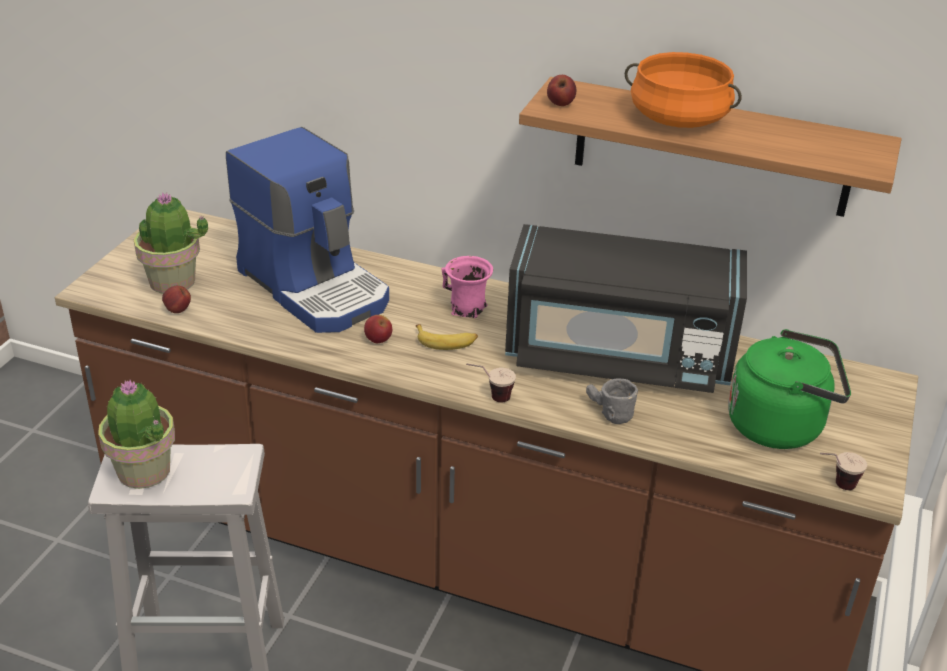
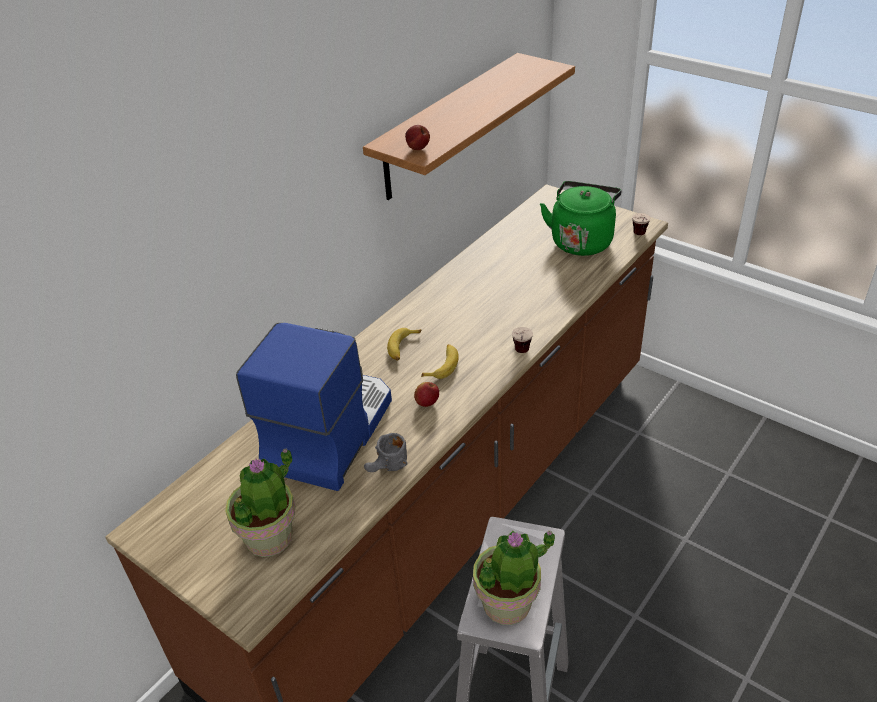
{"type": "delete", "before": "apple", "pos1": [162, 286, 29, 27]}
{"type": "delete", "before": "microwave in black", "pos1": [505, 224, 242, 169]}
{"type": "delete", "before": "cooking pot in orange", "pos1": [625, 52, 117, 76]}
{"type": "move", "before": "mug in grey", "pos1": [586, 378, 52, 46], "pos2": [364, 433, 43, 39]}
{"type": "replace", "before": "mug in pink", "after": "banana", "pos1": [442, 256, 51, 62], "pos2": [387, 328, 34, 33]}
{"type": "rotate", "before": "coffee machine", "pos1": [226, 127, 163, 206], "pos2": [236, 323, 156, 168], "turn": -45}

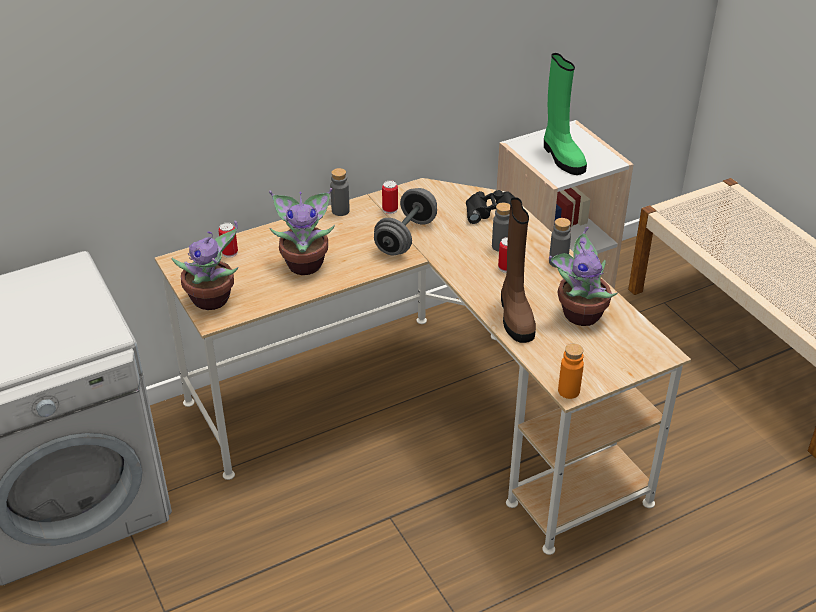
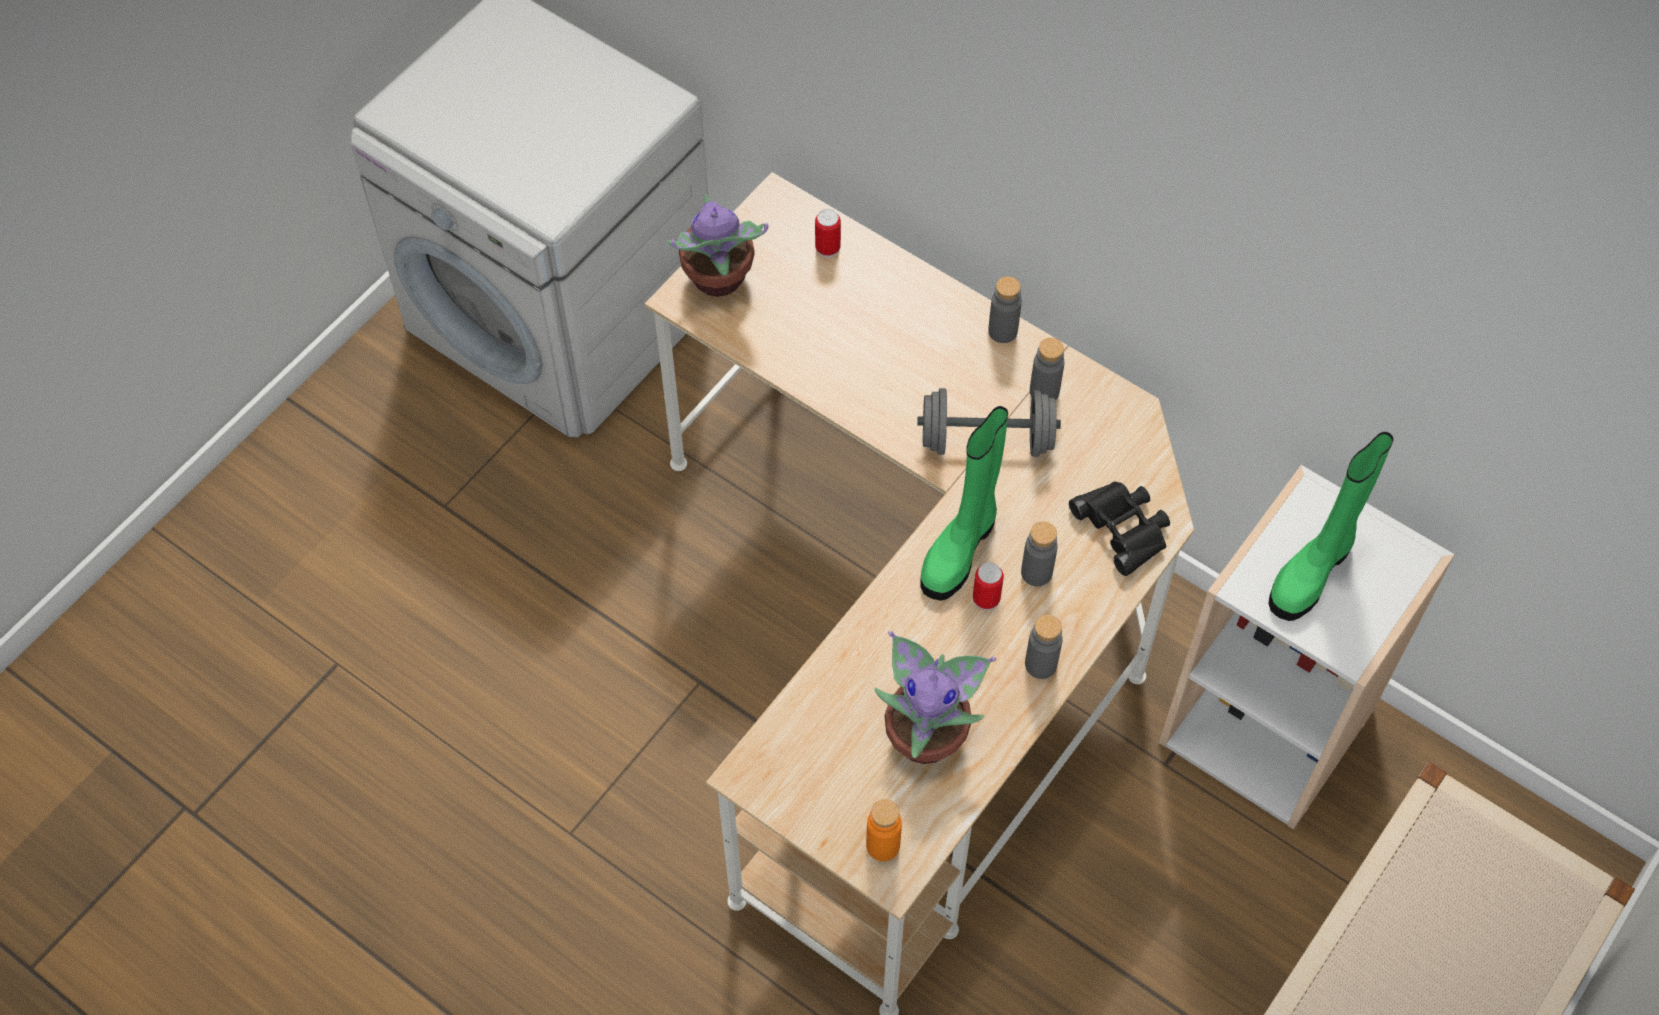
{"type": "delete", "before": "potted plant", "pos1": [269, 188, 66, 87]}
{"type": "delete", "before": "boot in brown", "pos1": [501, 197, 35, 146]}
{"type": "insert", "after": "boot in green", "pos2": [920, 406, 88, 195]}
{"type": "move", "before": "bottle in orange", "pos1": [558, 344, 26, 55], "pos2": [866, 799, 36, 62]}
{"type": "replace", "before": "can", "after": "bottle in grey", "pos1": [382, 180, 16, 34], "pos2": [1030, 338, 34, 62]}

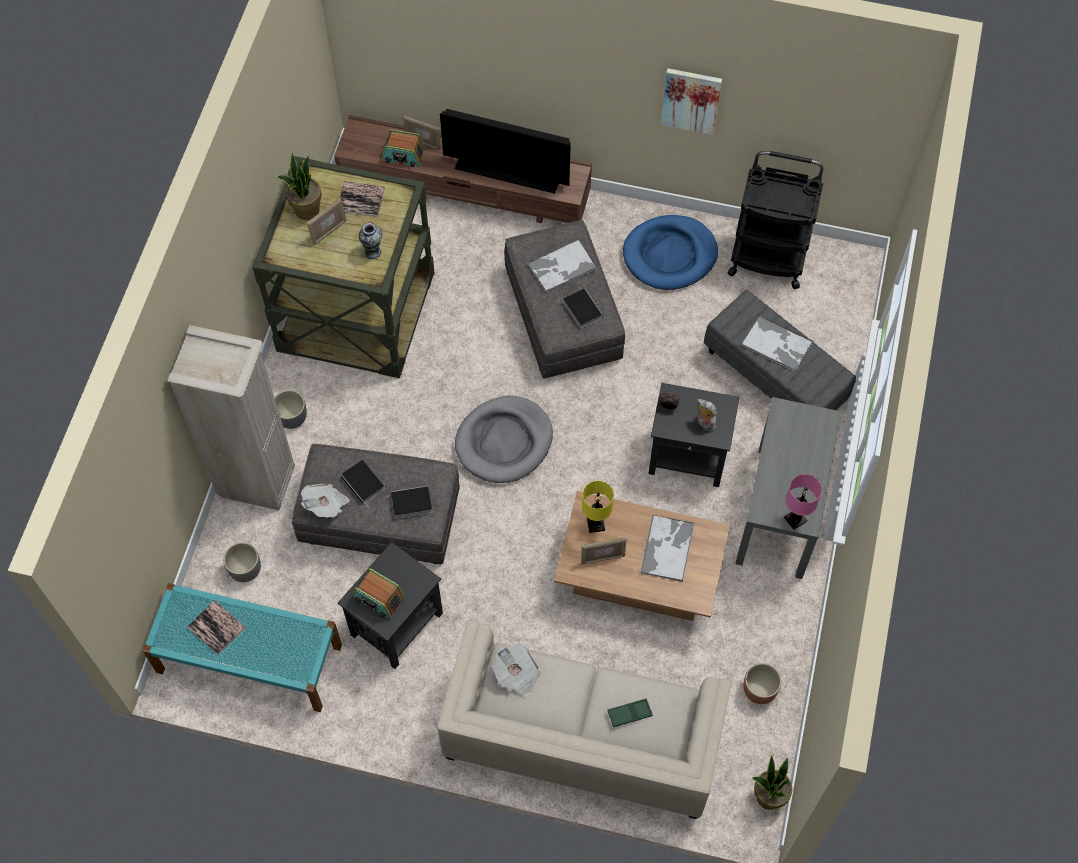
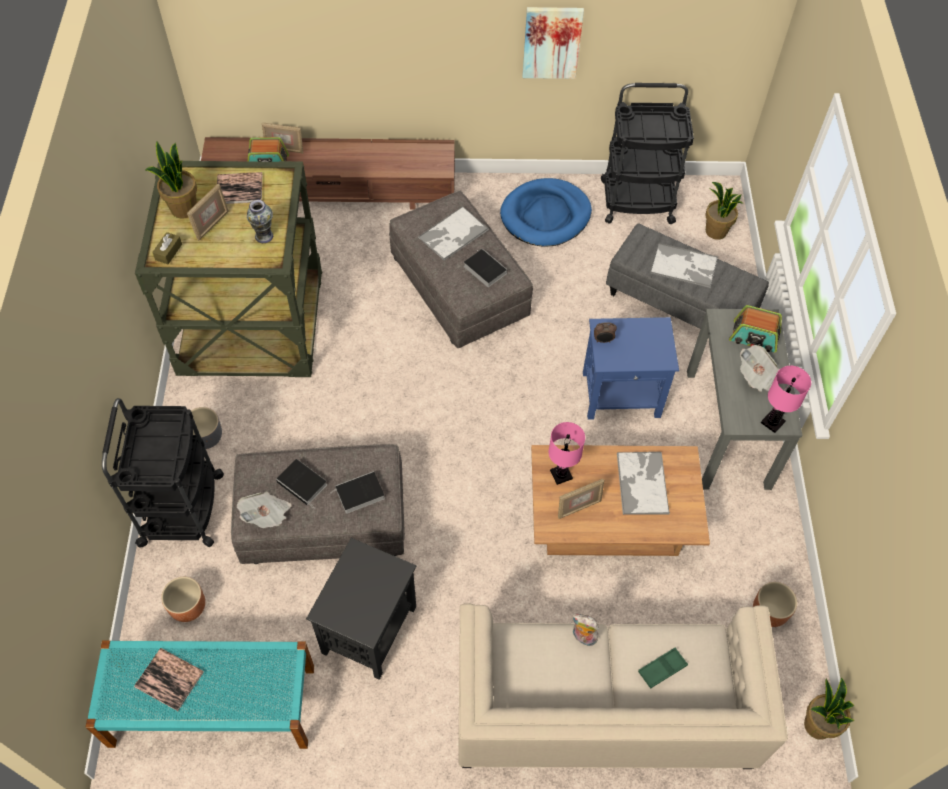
{"type": "delete", "before": "television", "pos1": [440, 109, 130, 85]}
{"type": "delete", "before": "dog bed in grey", "pos1": [455, 396, 98, 87]}
{"type": "insert", "after": "tissue box in brown", "pos2": [152, 232, 30, 32]}
{"type": "insert", "after": "potted plant", "pos2": [705, 182, 38, 58]}
{"type": "move", "before": "radio", "pos1": [352, 568, 54, 51], "pos2": [729, 305, 53, 47]}
{"type": "move", "before": "newspaper", "pos1": [493, 644, 48, 53], "pos2": [740, 345, 40, 47]}
{"type": "move", "before": "plush toy", "pos1": [697, 399, 20, 32], "pos2": [572, 614, 27, 32]}
{"type": "replace", "before": "cabinet in beige", "after": "cart in black", "pos1": [167, 325, 128, 185], "pos2": [102, 398, 122, 149]}
{"type": "recolor", "before": "planter in grey", "after": "planter in brown", "pos1": [223, 542, 38, 40], "pos2": [161, 577, 44, 45]}
{"type": "recolor", "before": "table lamp in yellow", "after": "table lamp in pink", "pos1": [582, 481, 32, 52], "pos2": [549, 422, 36, 63]}
{"type": "recolor", "before": "side table in black", "after": "side table in blue", "pos1": [648, 383, 91, 104], "pos2": [583, 317, 96, 103]}

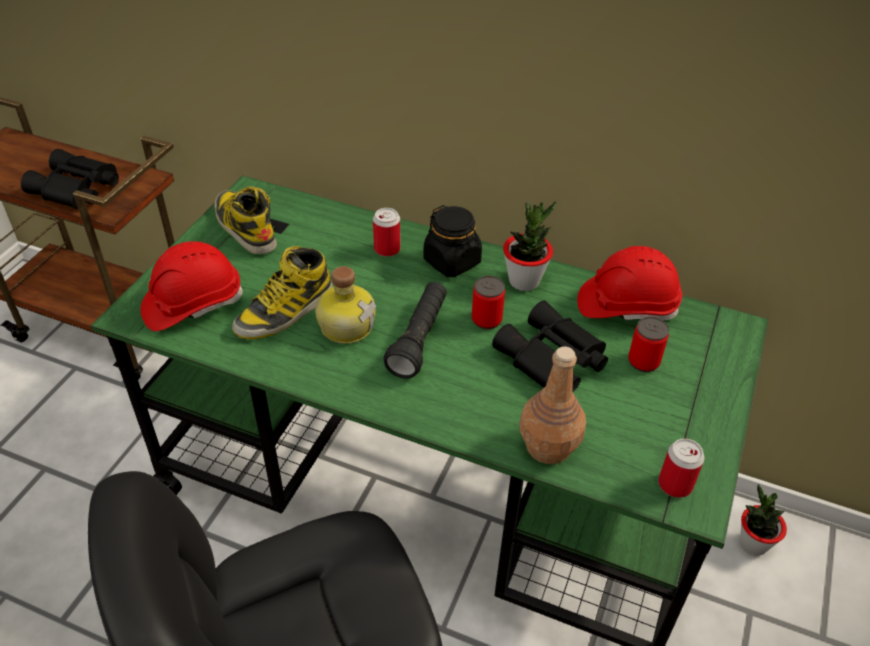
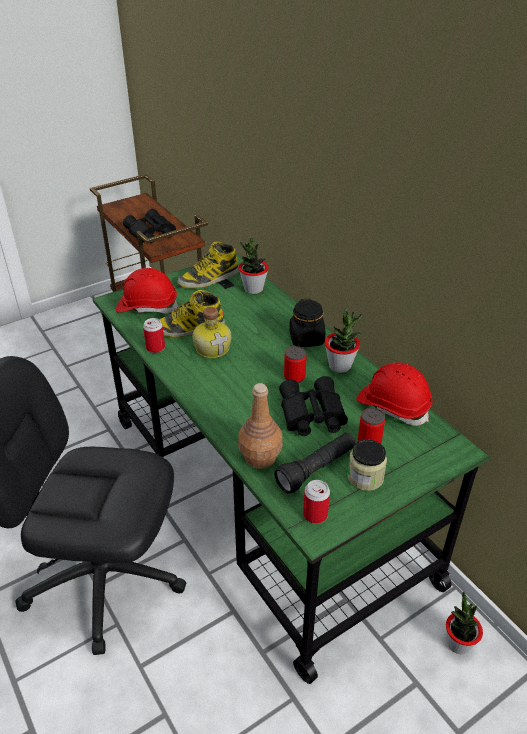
{"type": "insert", "after": "potted plant", "pos2": [238, 238, 31, 56]}
{"type": "insert", "after": "jar", "pos2": [347, 439, 40, 52]}
{"type": "move", "before": "can", "pos1": [373, 208, 28, 49], "pos2": [143, 318, 22, 35]}
{"type": "move", "before": "flashlight in black", "pos1": [384, 282, 63, 97], "pos2": [274, 432, 82, 62]}
{"type": "rotate", "before": "boot", "pos1": [215, 186, 62, 68], "pos2": [177, 242, 62, 46], "turn": -120}

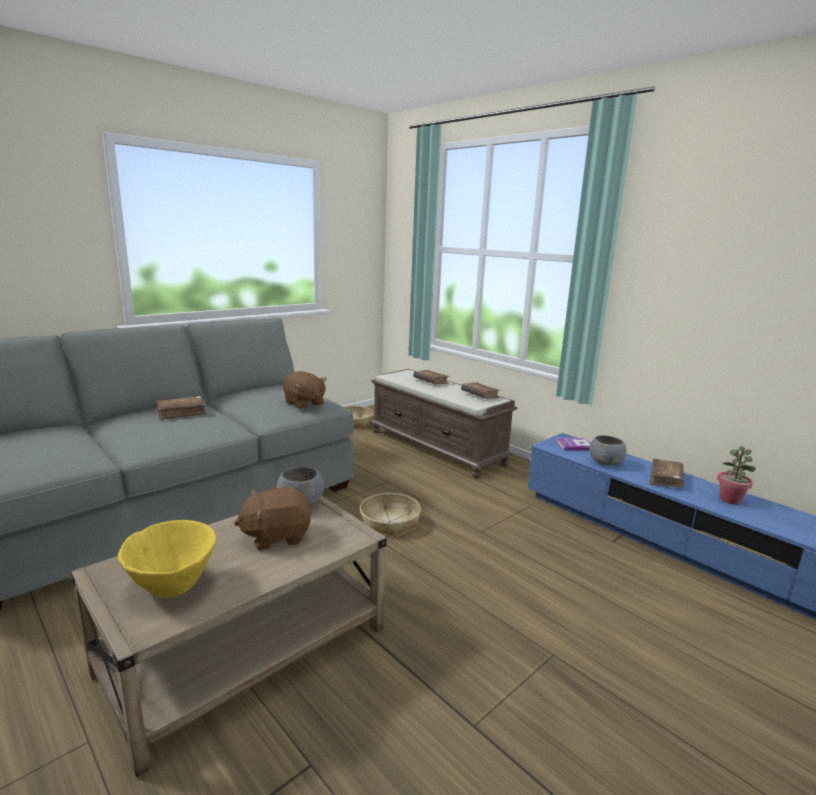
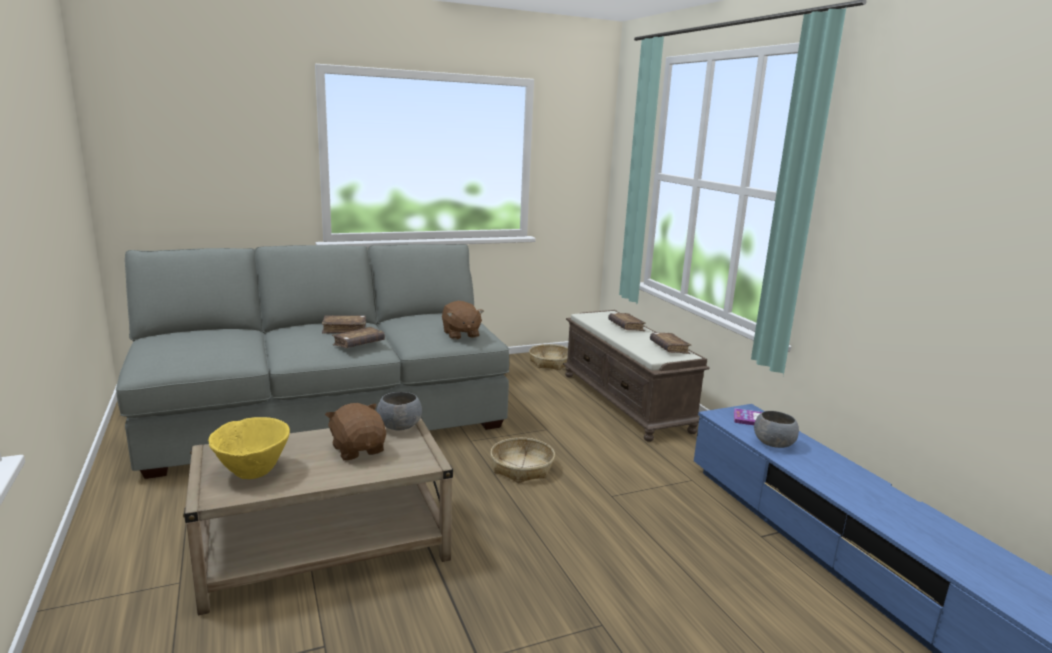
{"type": "delete", "before": "potted plant", "pos1": [717, 446, 39, 59]}
{"type": "move", "before": "book in brown", "pos1": [650, 459, 34, 28], "pos2": [332, 327, 53, 21]}
{"type": "rotate", "before": "plush toy in brown", "pos1": [234, 487, 77, 64], "pos2": [325, 403, 61, 57], "turn": 60}

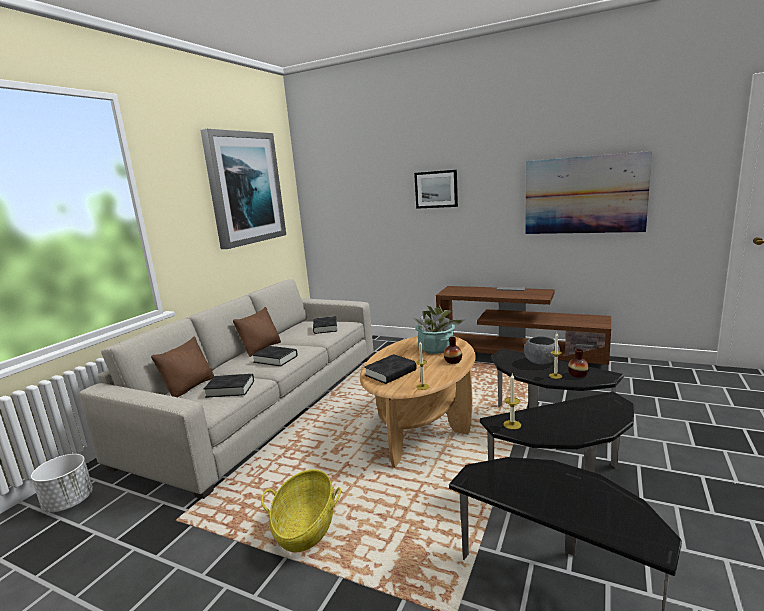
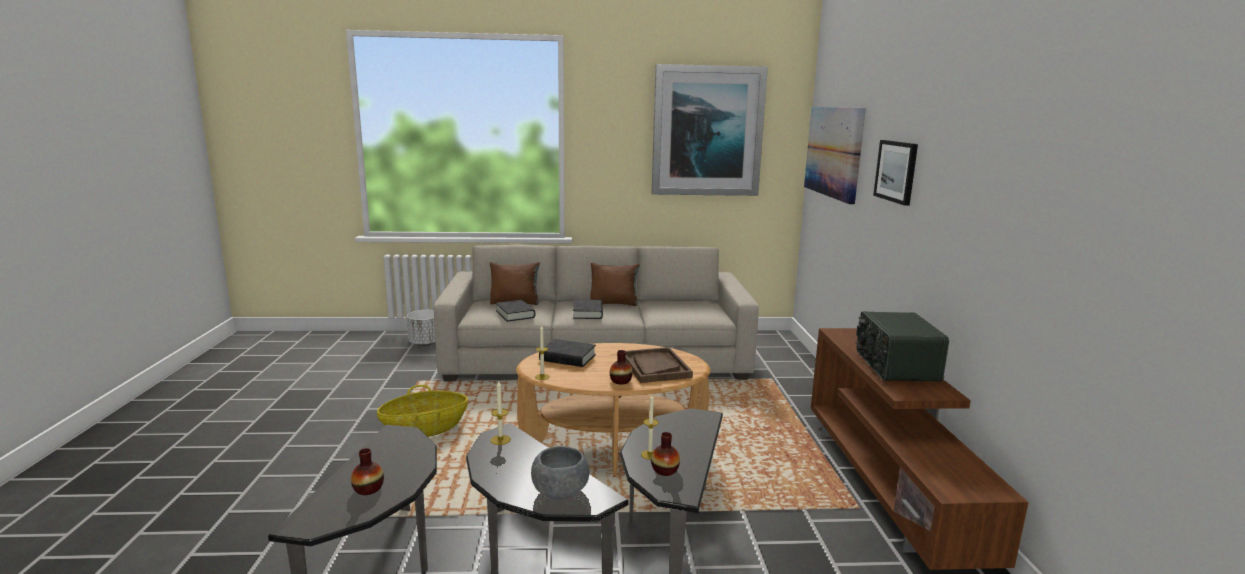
{"type": "delete", "before": "book in black", "pos1": [313, 316, 24, 18]}
{"type": "insert", "after": "vase", "pos2": [351, 448, 33, 47]}
{"type": "insert", "after": "radio", "pos2": [856, 311, 93, 71]}
{"type": "move", "before": "bowl in grey", "pos1": [524, 336, 36, 29], "pos2": [531, 446, 58, 53]}
{"type": "move", "before": "picture", "pos1": [525, 151, 127, 83], "pos2": [804, 107, 62, 98]}
{"type": "replace", "before": "potted plant", "after": "tray in brown", "pos1": [413, 305, 53, 49], "pos2": [625, 347, 68, 36]}

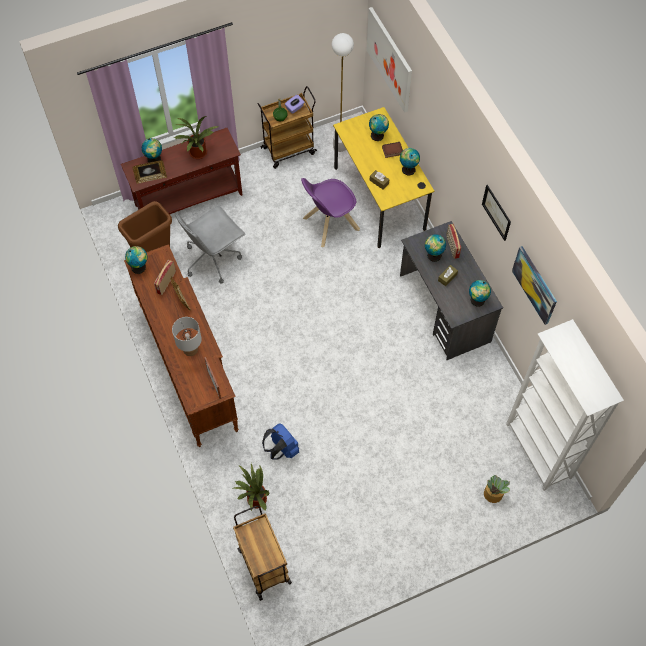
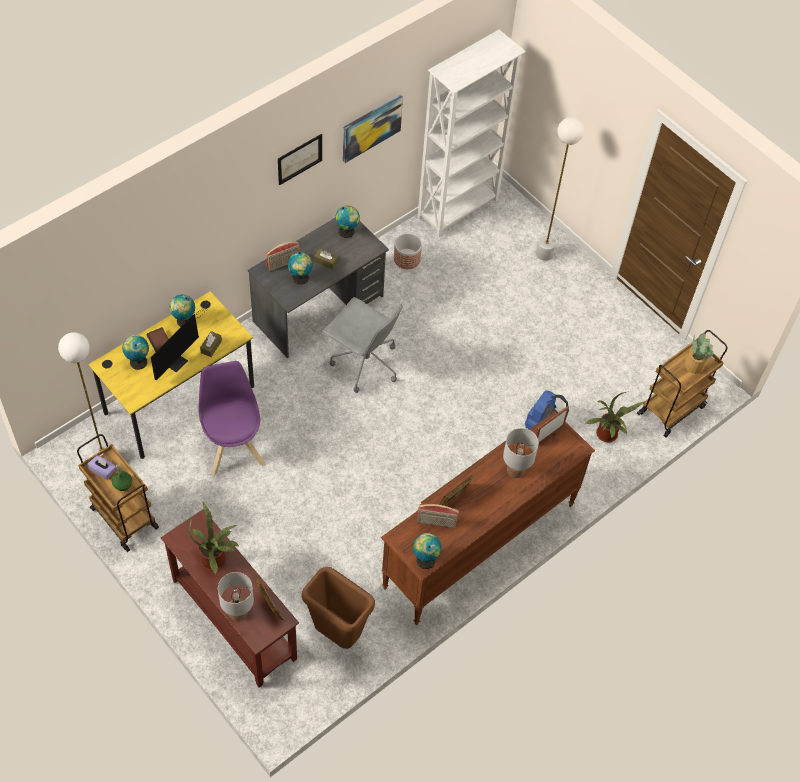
{"type": "delete", "before": "picture", "pos1": [367, 7, 45, 106]}
{"type": "insert", "after": "monitor", "pos2": [151, 311, 52, 69]}
{"type": "insert", "after": "planter", "pos2": [394, 233, 28, 36]}
{"type": "insert", "after": "floor lamp in white", "pos2": [536, 117, 48, 144]}
{"type": "move", "before": "office chair in grey", "pos1": [176, 205, 69, 78], "pos2": [322, 297, 81, 96]}
{"type": "move", "before": "potted plant", "pos1": [484, 475, 26, 28], "pos2": [685, 333, 28, 41]}
{"type": "replace", "before": "globe", "after": "table lamp in grey", "pos1": [142, 138, 20, 25], "pos2": [218, 572, 36, 49]}
{"type": "rotate", "before": "chair in purple", "pos1": [301, 178, 59, 69], "pos2": [198, 361, 67, 115], "turn": -150}

